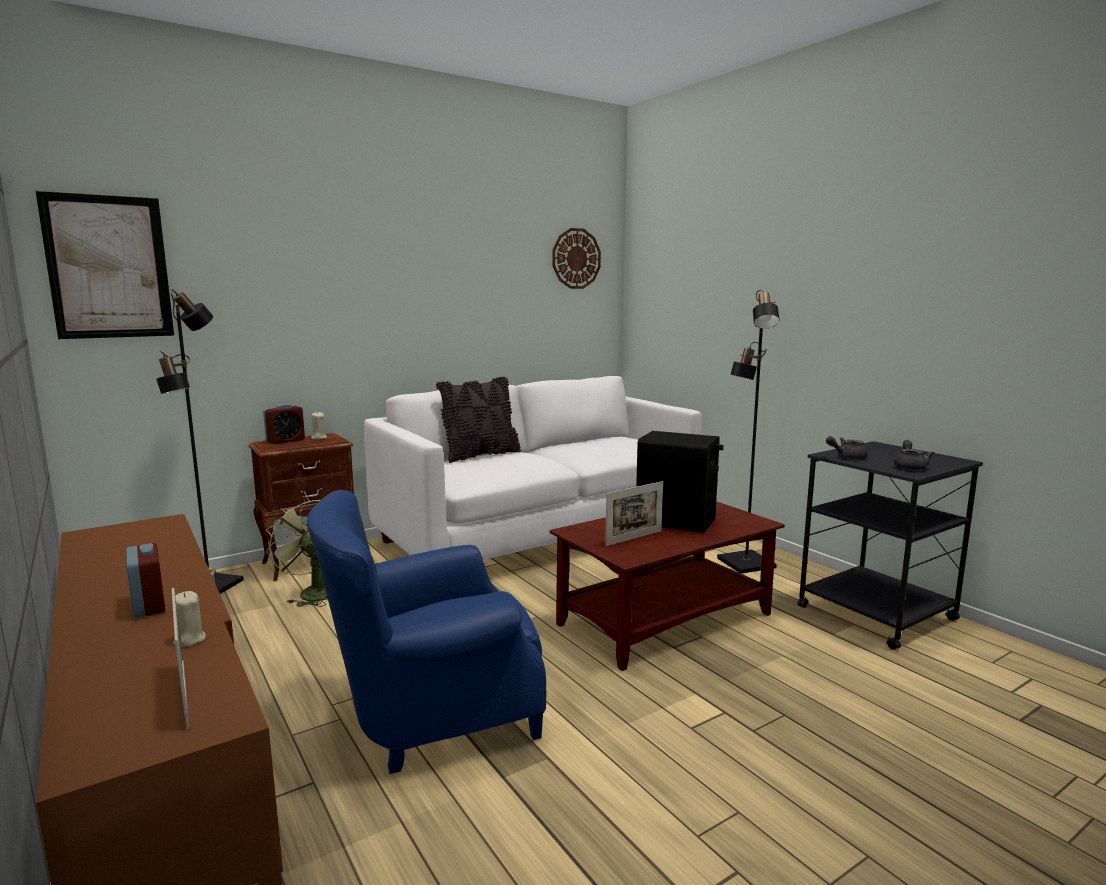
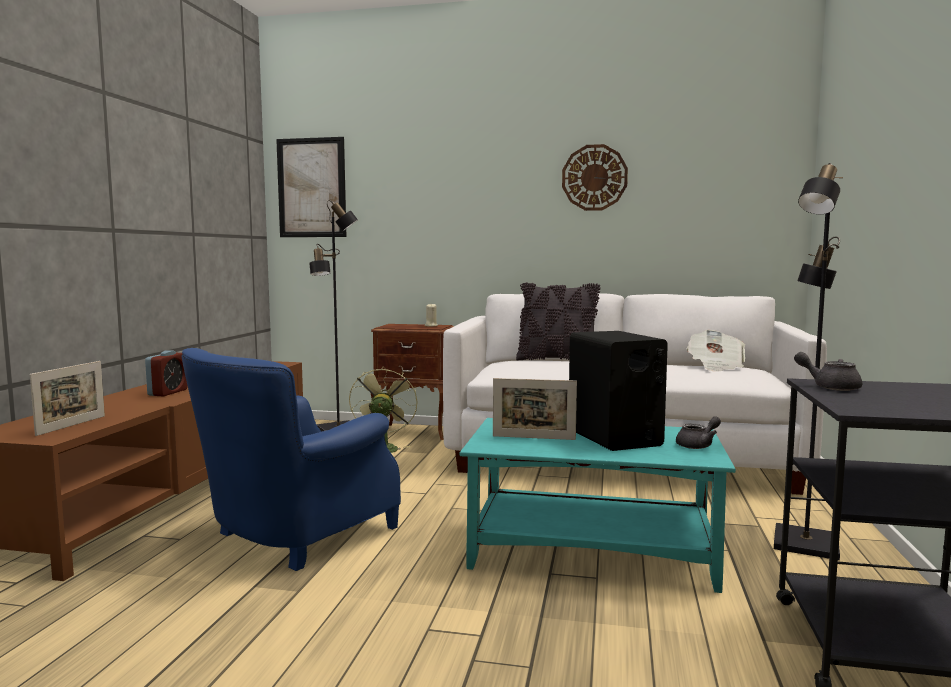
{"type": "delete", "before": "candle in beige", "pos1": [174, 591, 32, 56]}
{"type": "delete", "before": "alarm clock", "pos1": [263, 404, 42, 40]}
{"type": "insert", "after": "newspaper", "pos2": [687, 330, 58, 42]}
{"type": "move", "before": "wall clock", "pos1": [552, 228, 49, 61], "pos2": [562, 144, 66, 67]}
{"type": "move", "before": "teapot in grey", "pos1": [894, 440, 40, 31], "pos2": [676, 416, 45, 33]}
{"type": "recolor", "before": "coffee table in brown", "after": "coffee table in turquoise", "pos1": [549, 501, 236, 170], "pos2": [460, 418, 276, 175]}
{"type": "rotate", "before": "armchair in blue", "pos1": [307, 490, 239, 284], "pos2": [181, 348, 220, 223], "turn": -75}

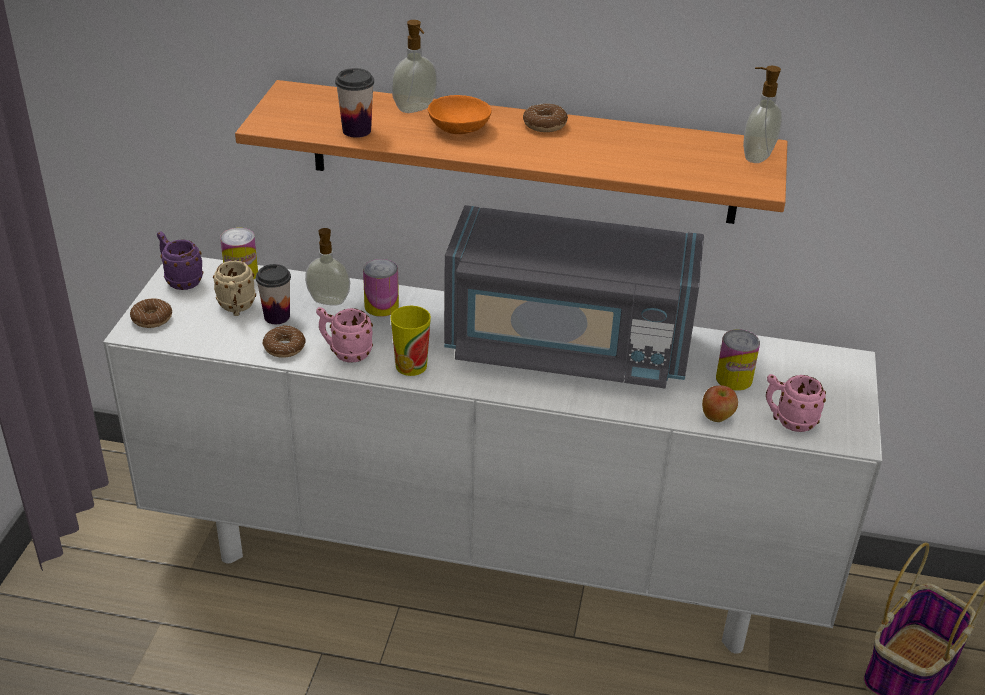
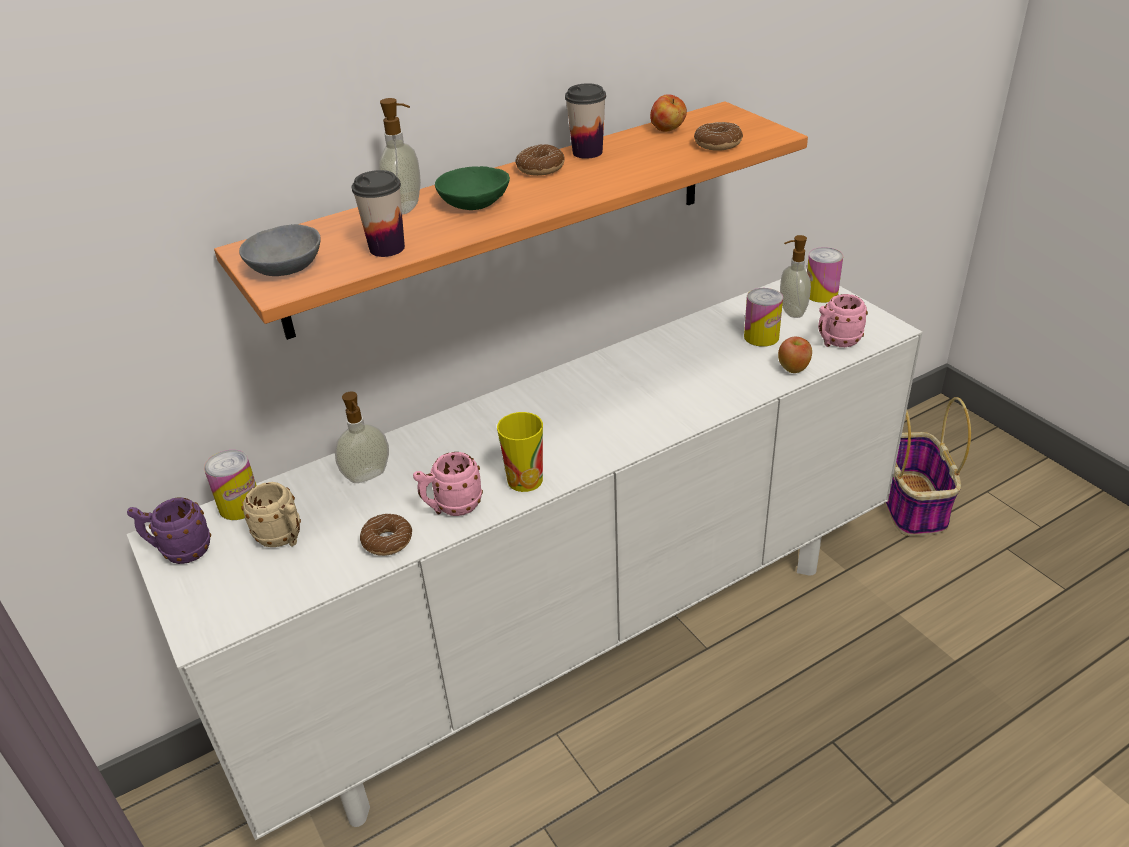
{"type": "delete", "before": "microwave in grey", "pos1": [444, 205, 260, 183]}
{"type": "insert", "after": "bowl in grey", "pos2": [239, 224, 81, 52]}
{"type": "insert", "after": "apple", "pos2": [650, 94, 37, 38]}
{"type": "move", "before": "donut", "pos1": [130, 298, 42, 30], "pos2": [694, 122, 49, 29]}
{"type": "move", "before": "cup", "pos1": [256, 264, 35, 60], "pos2": [565, 83, 41, 76]}
{"type": "move", "before": "can", "pos1": [363, 259, 36, 58], "pos2": [807, 247, 36, 56]}
{"type": "move", "before": "soap dispenser", "pos1": [743, 66, 39, 97], "pos2": [780, 235, 31, 83]}
{"type": "recolor", "before": "bowl in orange", "after": "bowl in green", "pos1": [428, 95, 64, 39], "pos2": [435, 166, 75, 44]}

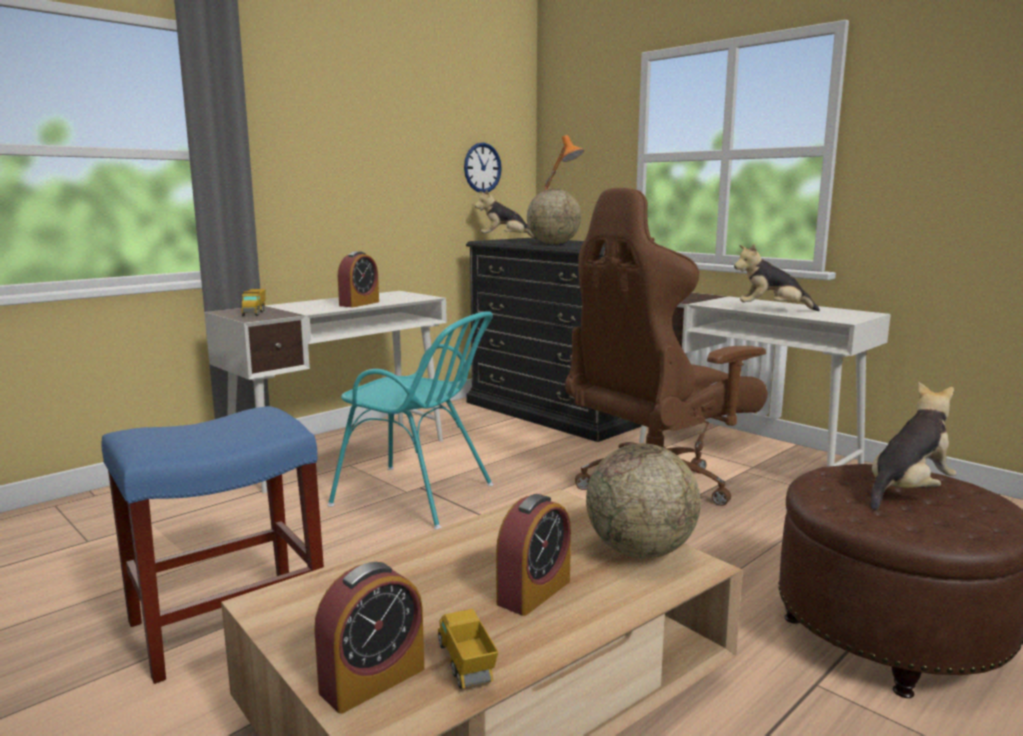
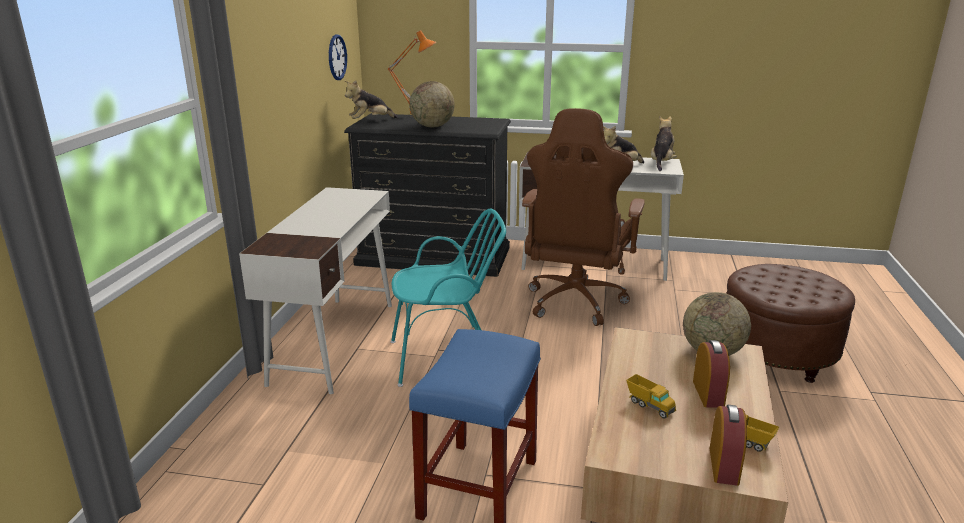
{"type": "delete", "before": "alarm clock", "pos1": [338, 251, 41, 56]}
{"type": "move", "before": "toy truck", "pos1": [241, 289, 25, 27], "pos2": [626, 374, 50, 45]}
{"type": "move", "before": "plush toy", "pos1": [871, 382, 86, 129], "pos2": [651, 116, 26, 55]}

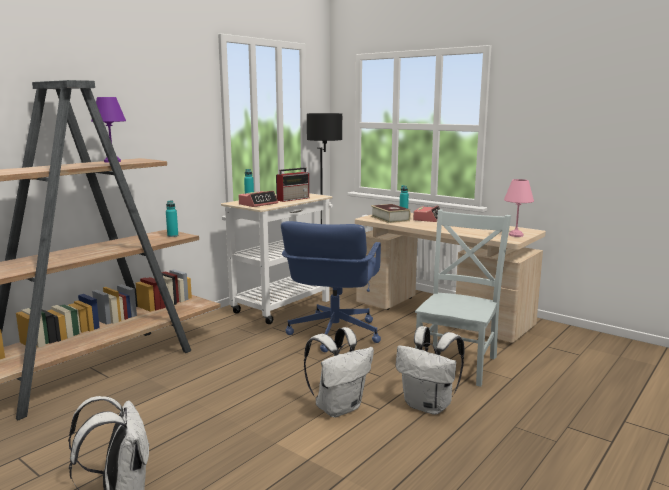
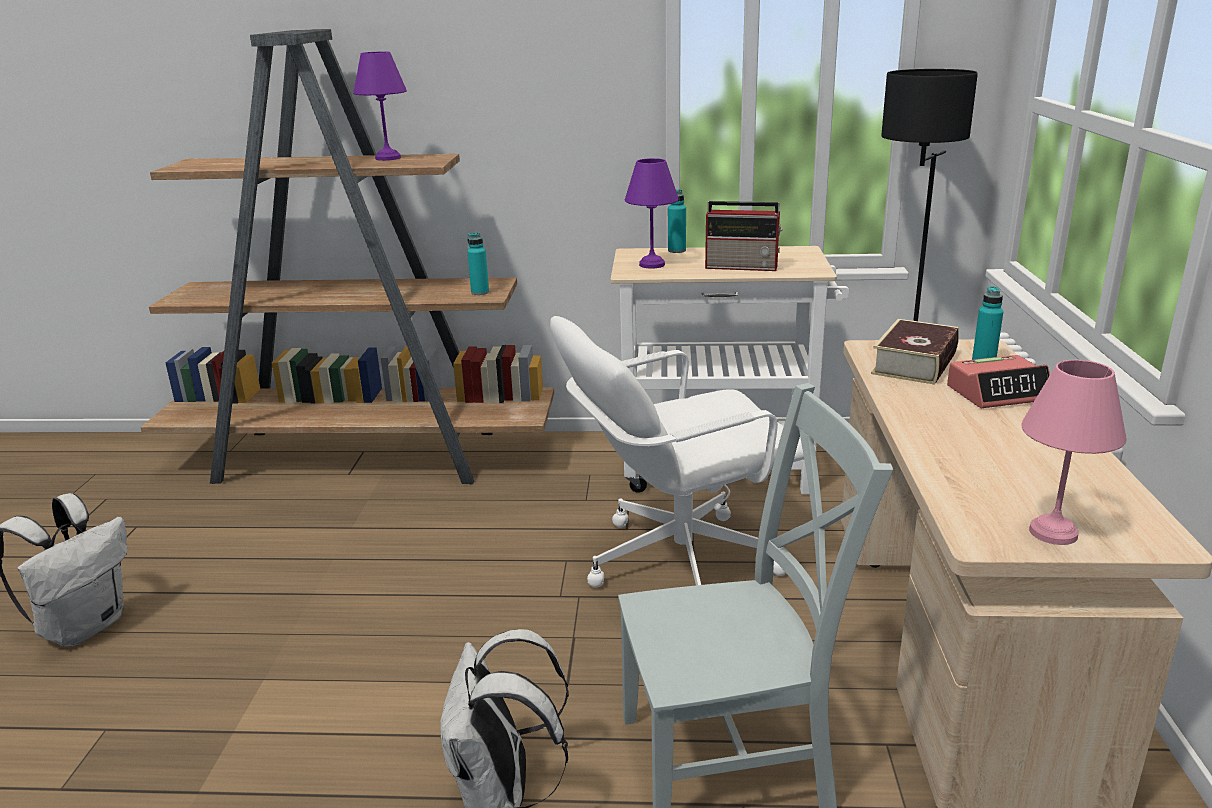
{"type": "delete", "before": "backpack in white", "pos1": [304, 327, 70, 91]}
{"type": "replace", "before": "alarm clock", "after": "table lamp in purple", "pos1": [238, 191, 40, 16], "pos2": [625, 158, 54, 111]}
{"type": "recolor", "before": "office chair in blue", "after": "office chair in white", "pos1": [281, 221, 100, 131], "pos2": [550, 316, 267, 272]}

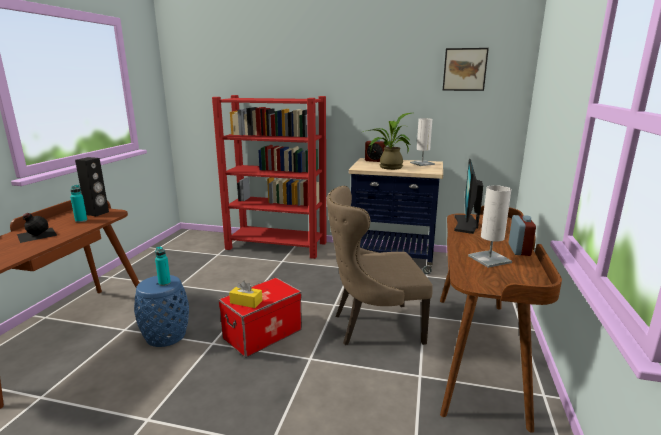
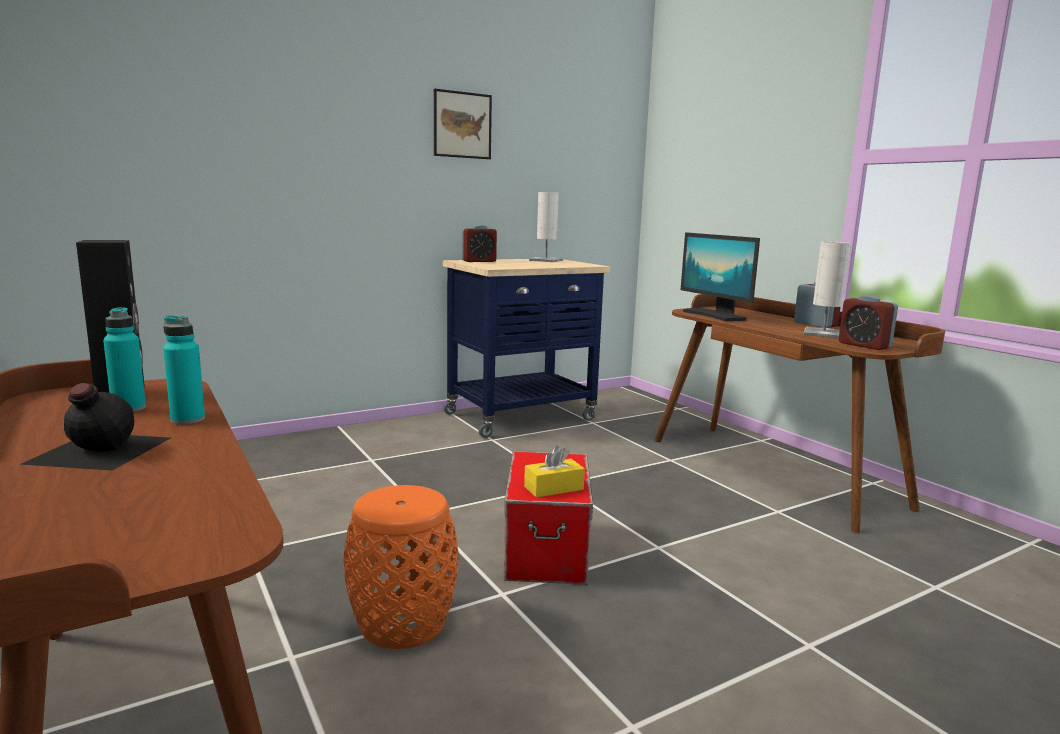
{"type": "delete", "before": "bookcase in red", "pos1": [212, 95, 114, 164]}
{"type": "delete", "before": "chair in beige", "pos1": [327, 186, 106, 159]}
{"type": "delete", "before": "potted plant", "pos1": [363, 113, 49, 57]}
{"type": "insert", "after": "alarm clock", "pos2": [839, 295, 59, 55]}
{"type": "move", "before": "bottle in turquoise", "pos1": [155, 247, 16, 39], "pos2": [163, 316, 42, 109]}
{"type": "move", "before": "picture", "pos1": [443, 48, 46, 43], "pos2": [434, 89, 58, 70]}
{"type": "recolor", "before": "stool in blue", "after": "stool in orange", "pos1": [134, 275, 55, 72], "pos2": [344, 485, 115, 164]}

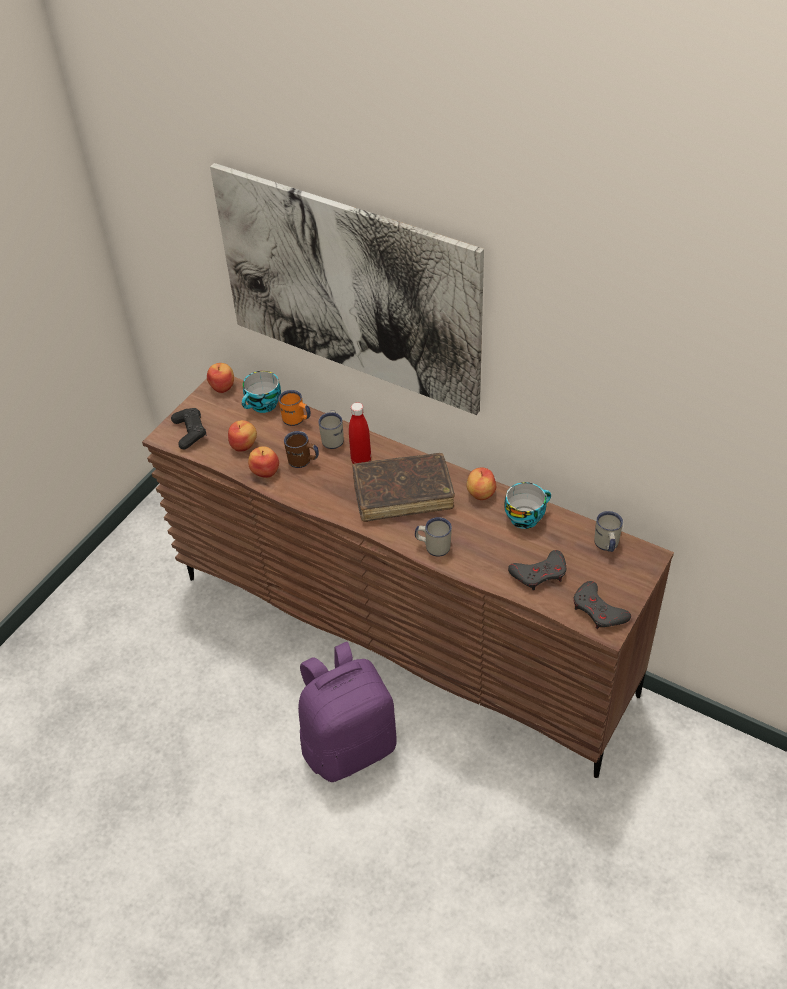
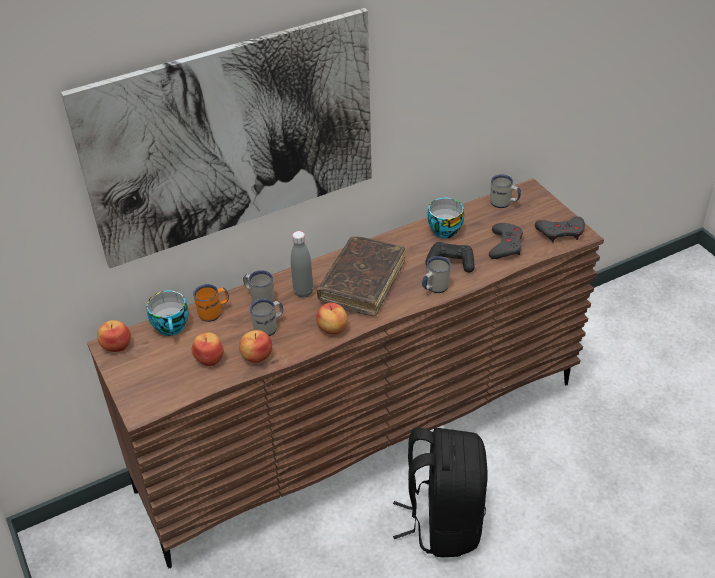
{"type": "move", "before": "game controller in black", "pos1": [171, 408, 36, 41], "pos2": [425, 242, 50, 31]}
{"type": "move", "before": "apple", "pos1": [466, 468, 30, 32], "pos2": [316, 303, 32, 31]}
{"type": "recolor", "before": "mug in brown", "after": "mug in white", "pos1": [284, 431, 35, 37], "pos2": [250, 299, 33, 37]}
{"type": "recolor", "before": "backpack in purple", "after": "backpack in black", "pos1": [298, 642, 99, 140], "pos2": [393, 428, 95, 129]}
{"type": "recolor", "before": "bottle in red", "after": "bottle in grey", "pos1": [349, 403, 22, 61], "pos2": [291, 231, 22, 67]}

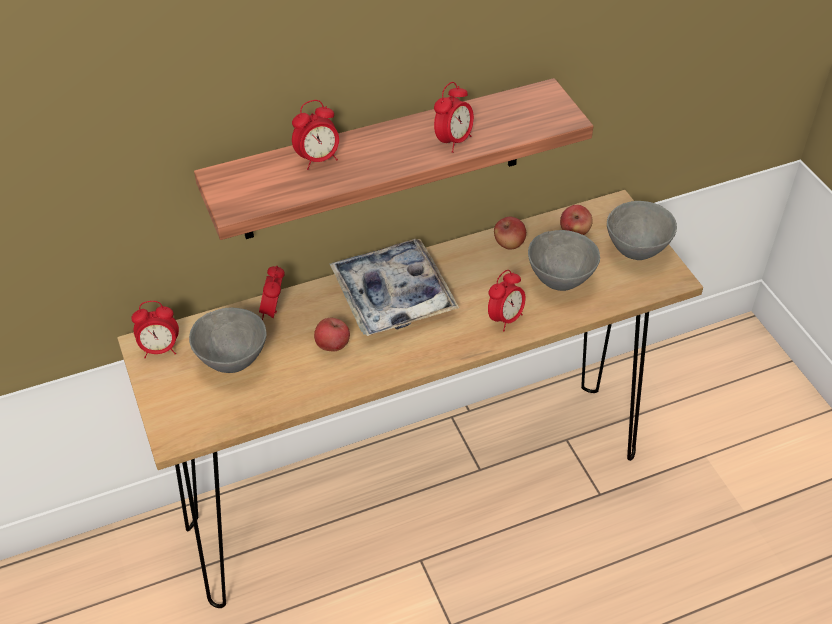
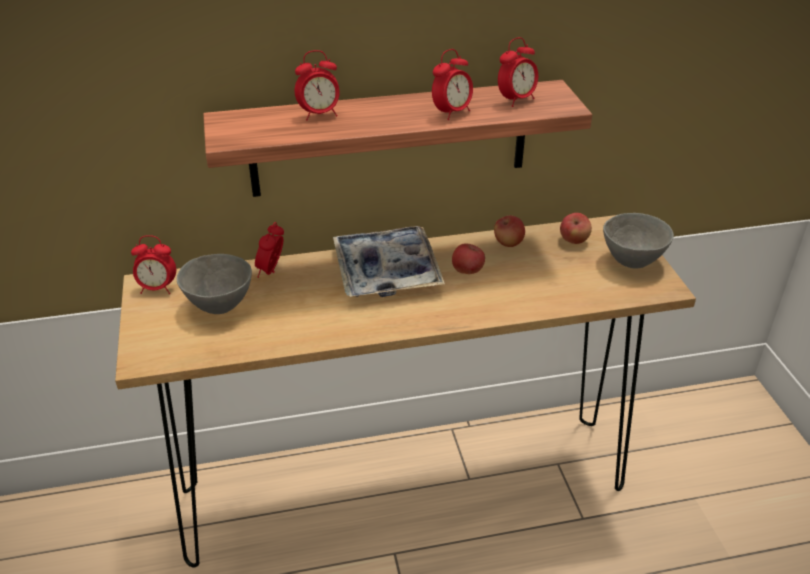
{"type": "delete", "before": "bowl in grey", "pos1": [528, 230, 72, 61]}
{"type": "move", "before": "apple", "pos1": [314, 318, 36, 34], "pos2": [452, 243, 33, 31]}
{"type": "move", "before": "alarm clock", "pos1": [488, 270, 38, 61], "pos2": [498, 37, 40, 70]}

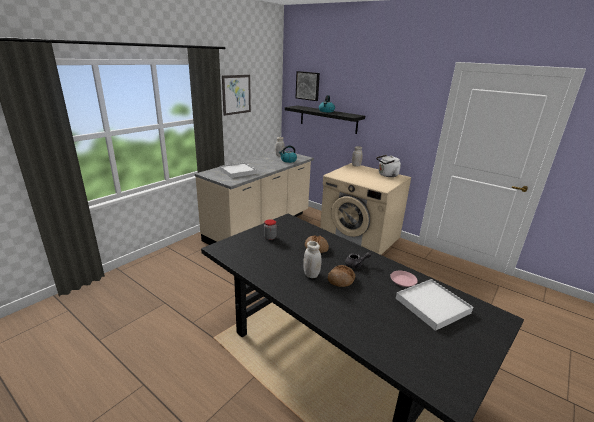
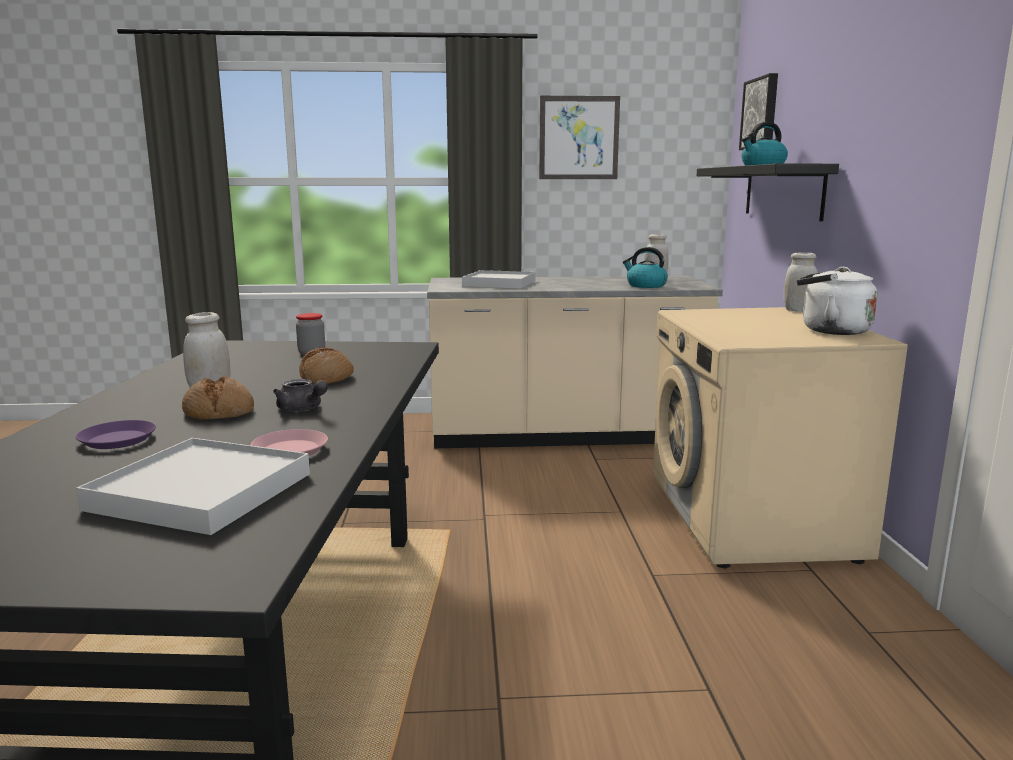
{"type": "insert", "after": "plate in purple", "pos2": [76, 420, 80, 29]}

